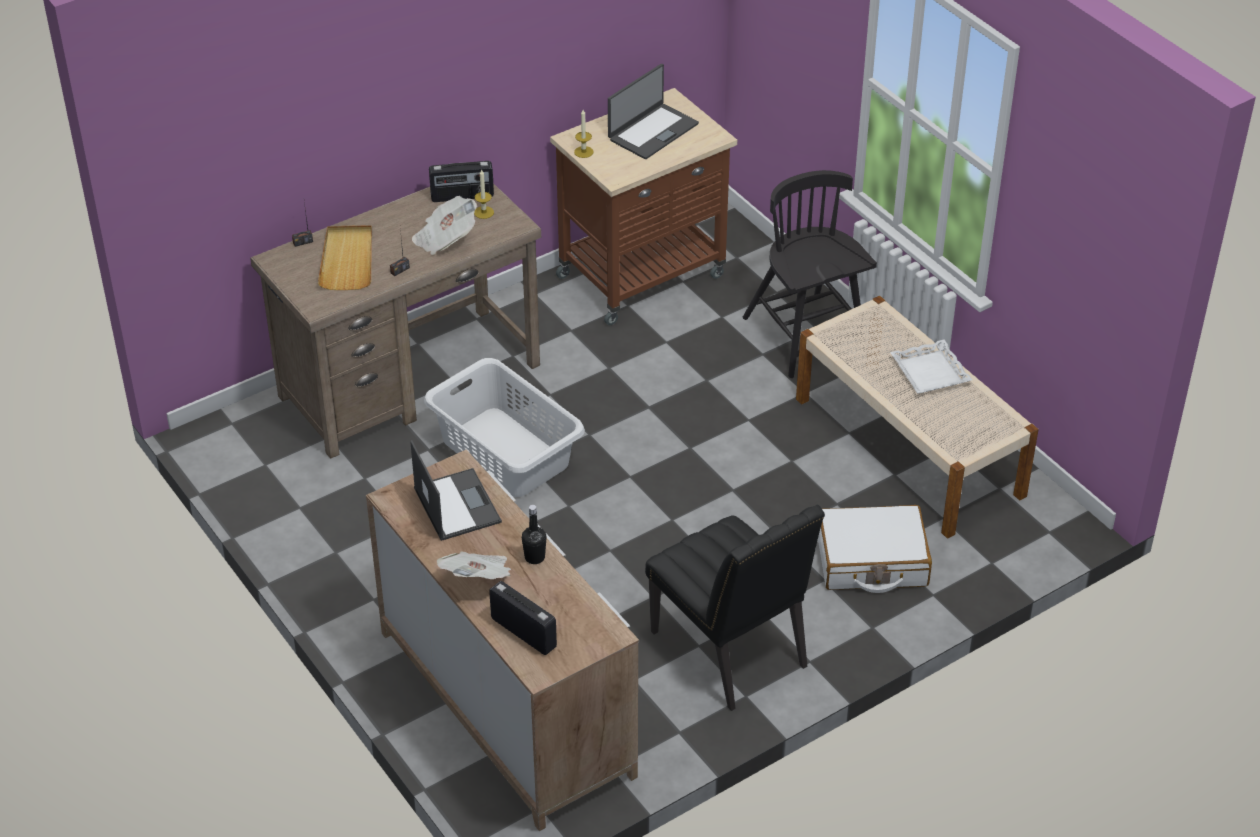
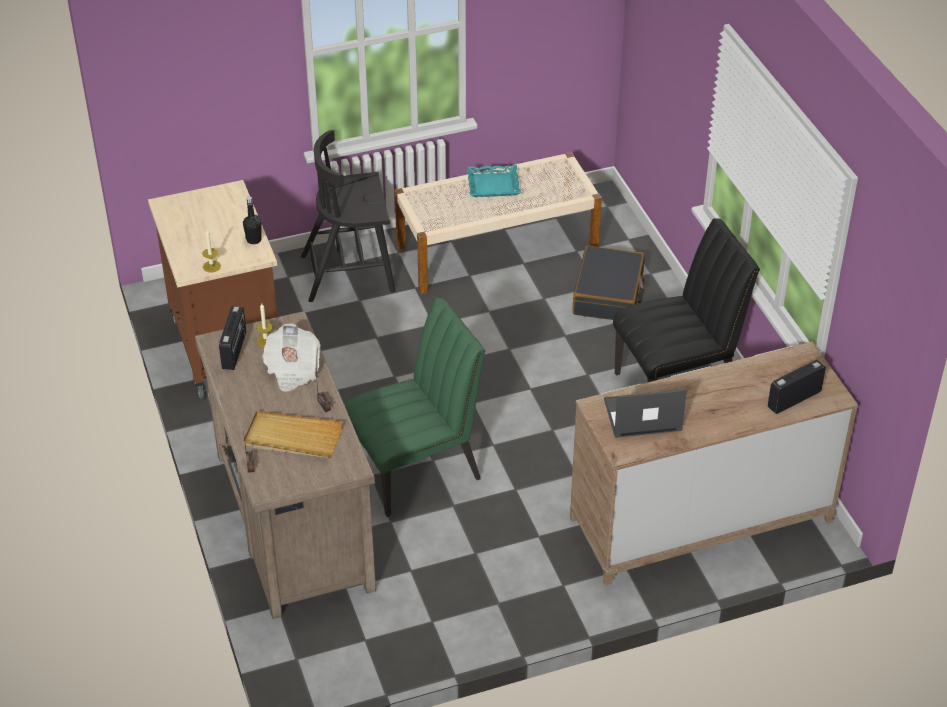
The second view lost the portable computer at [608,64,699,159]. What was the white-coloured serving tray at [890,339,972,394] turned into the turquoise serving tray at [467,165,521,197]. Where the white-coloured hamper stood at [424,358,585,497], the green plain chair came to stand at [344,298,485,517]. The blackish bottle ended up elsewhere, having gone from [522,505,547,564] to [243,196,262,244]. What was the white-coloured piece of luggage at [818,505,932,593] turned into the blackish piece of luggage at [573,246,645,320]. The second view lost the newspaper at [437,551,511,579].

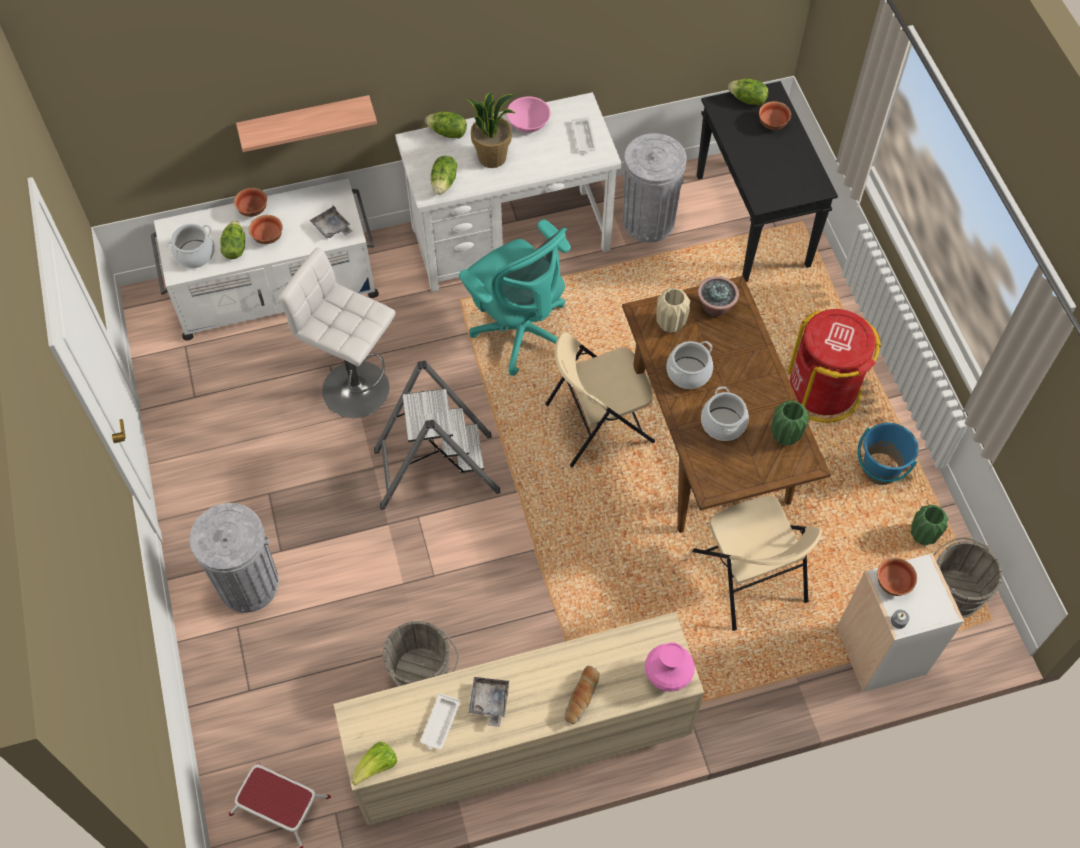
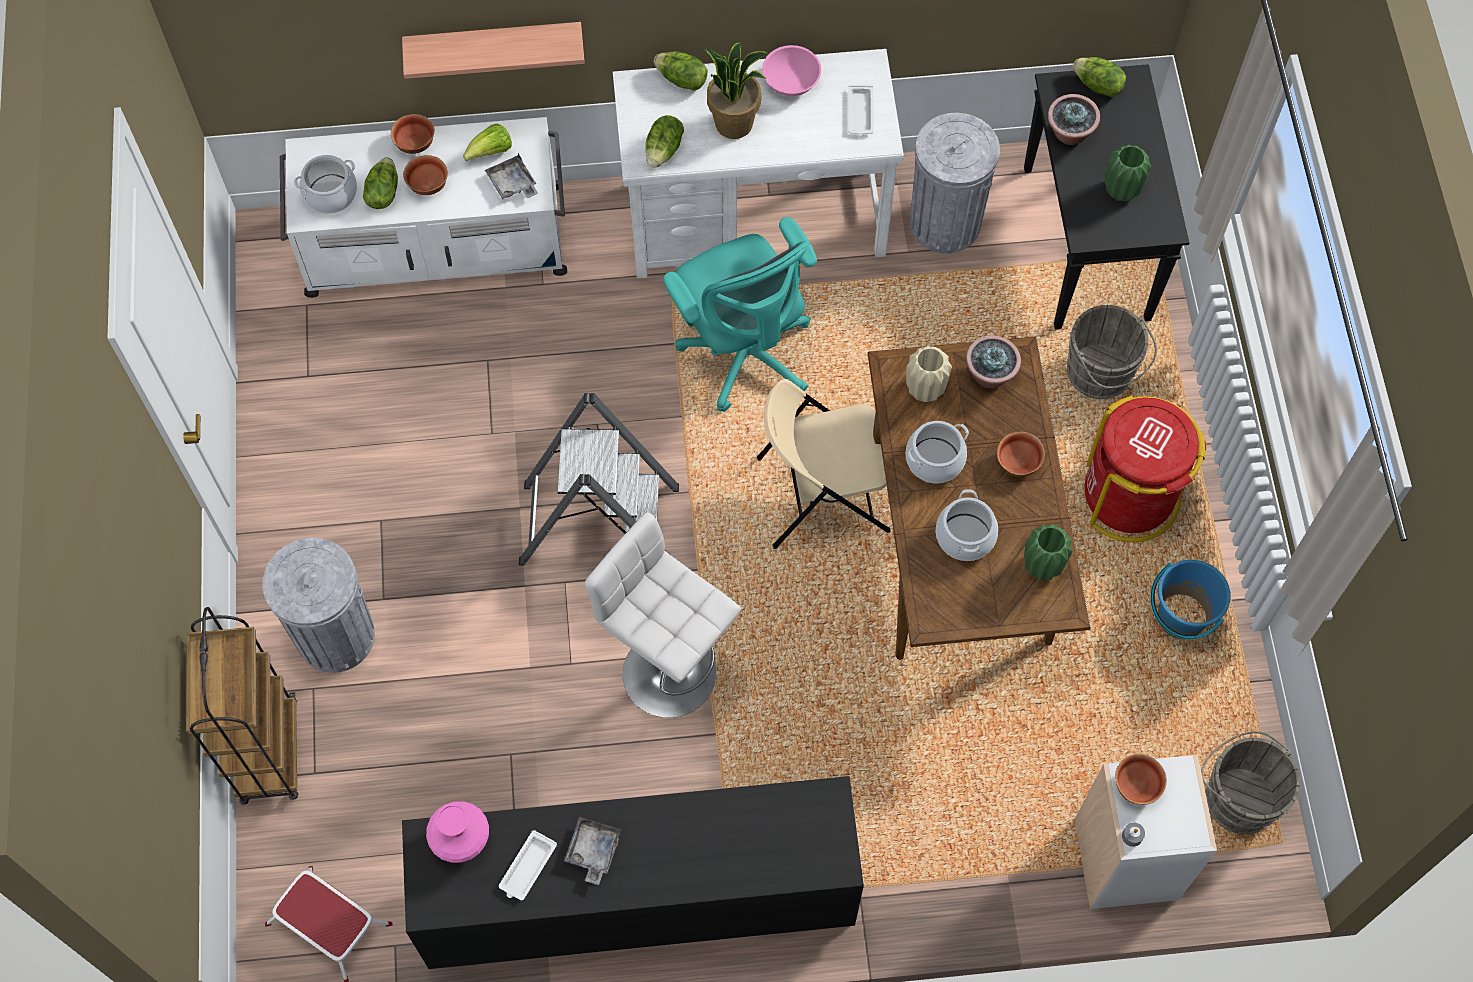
The serving bowl ended up elsewhere, having gone from [759,101,791,130] to [997,432,1045,477]. The white-coloured stool ended up elsewhere, having gone from [279,248,395,418] to [585,512,741,718]. The second view lost the beige-coloured plain chair at [693,496,822,631]. The green vase ended up elsewhere, having gone from [911,505,949,545] to [1105,145,1151,202]. What was the beige-coloured dresser at [334,612,704,826] turned into the blackish dresser at [402,776,864,969]. The grey bucket ended up elsewhere, having gone from [383,621,459,687] to [1067,305,1157,399]. The pinkish vase ended up elsewhere, having gone from [645,642,695,692] to [426,801,489,863]. The second view lost the bread at [565,666,600,725]. The lettuce ended up elsewhere, having gone from [352,742,397,786] to [463,123,512,161]. The second view gained the potted plant at [1048,94,1100,145]. The second view gained the brownish cart at [186,607,299,805].

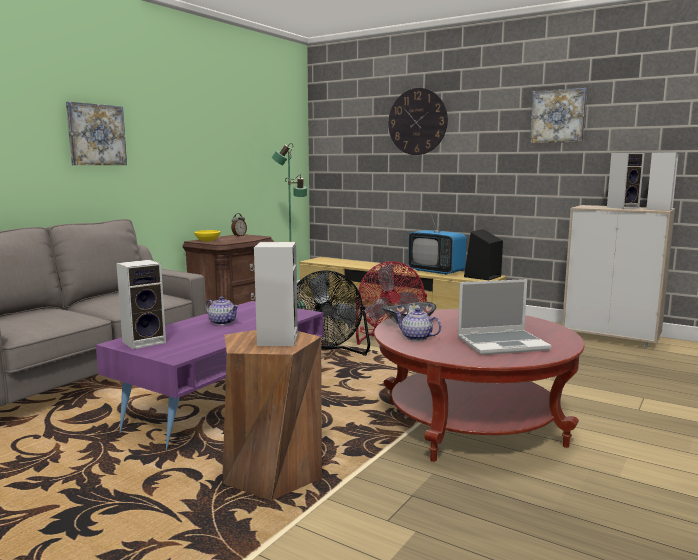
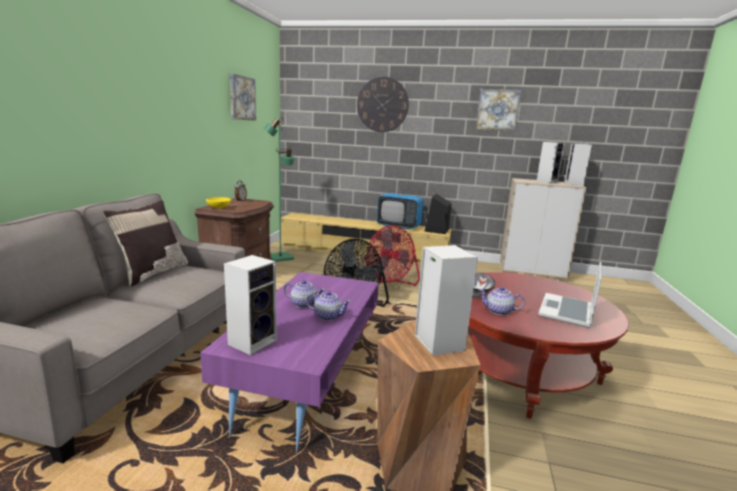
The wall art ended up elsewhere, having gone from [66,102,127,165] to [230,74,256,121]. The portable computer at [457,279,552,355] ended up facing another way, 150 degrees clockwise from before. The second view gained the cushion at [103,200,188,287]. The second view gained the tea pot at [306,291,351,321].

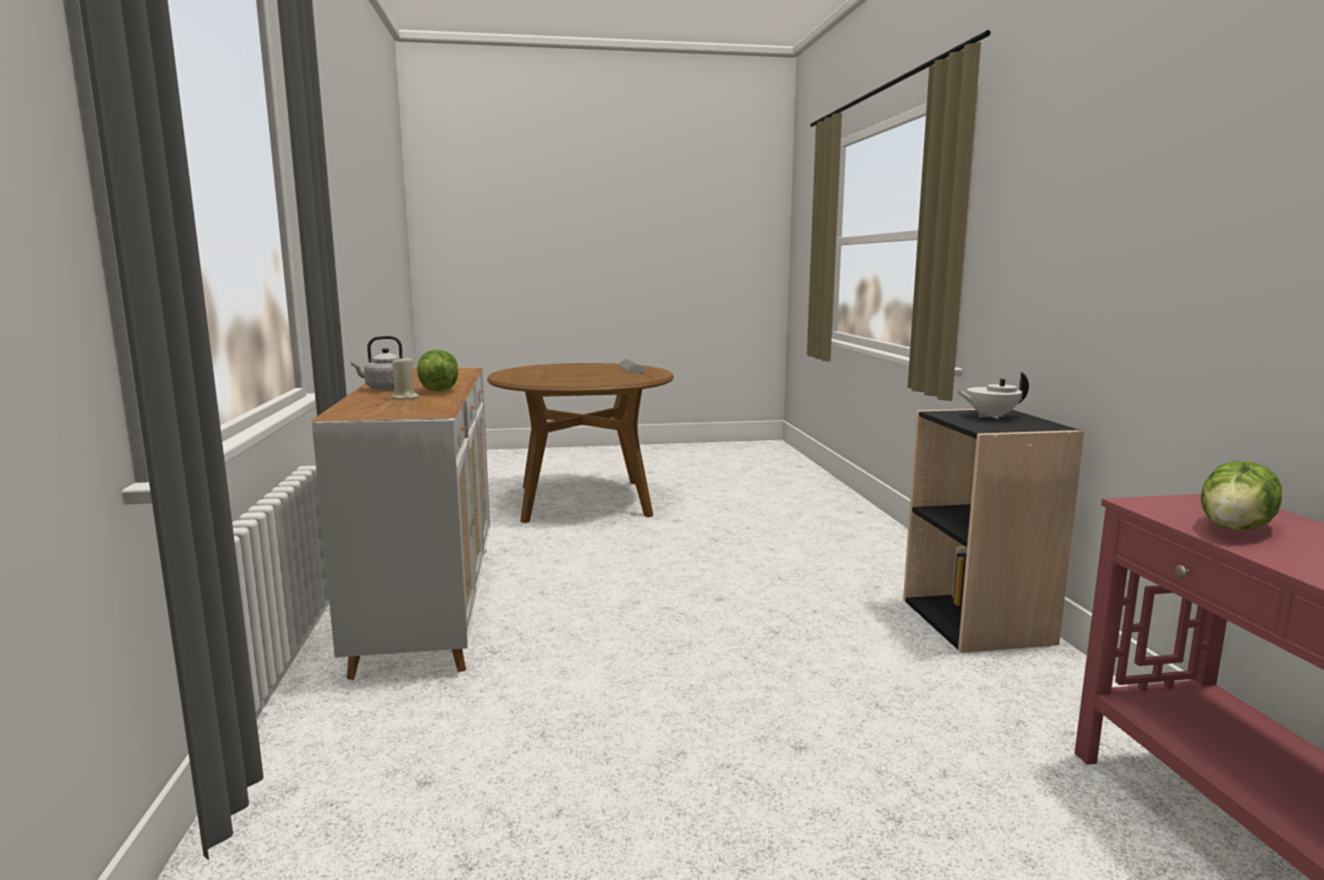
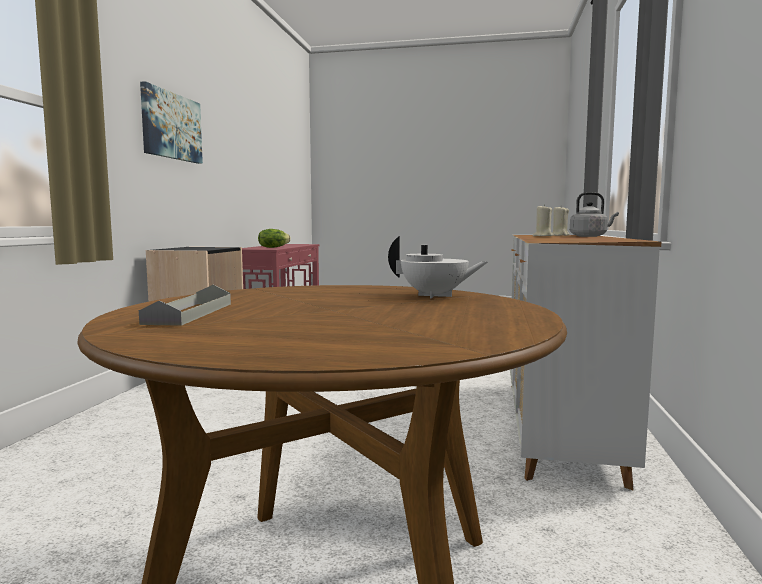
Where the lettuce stood at [417,349,458,391], the beige-coloured wax light came to stand at [533,204,553,236]. The white-coloured tea pot ended up elsewhere, having gone from [956,372,1029,419] to [388,236,488,299]. The second view gained the wall art at [140,81,203,164].

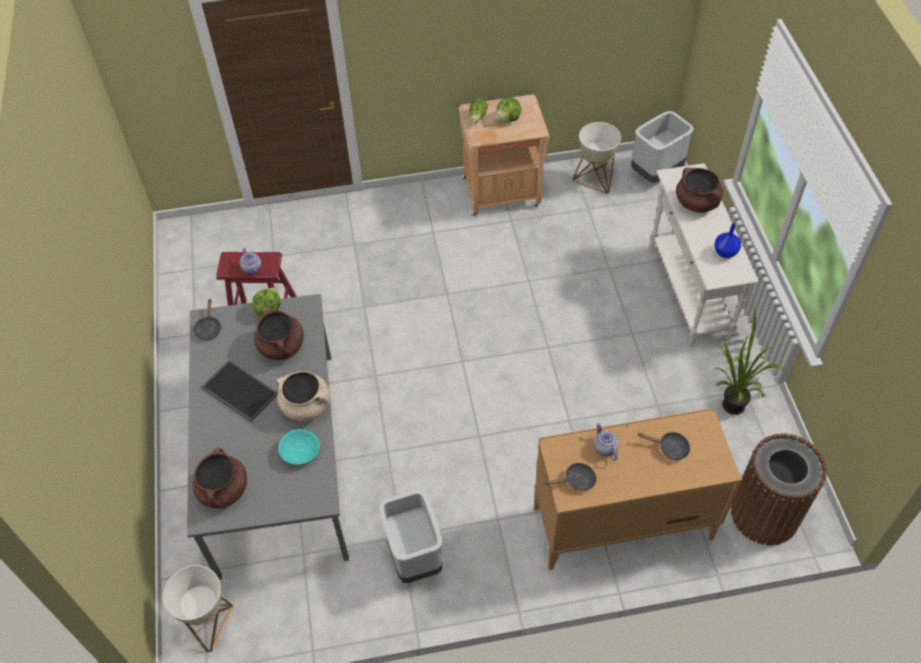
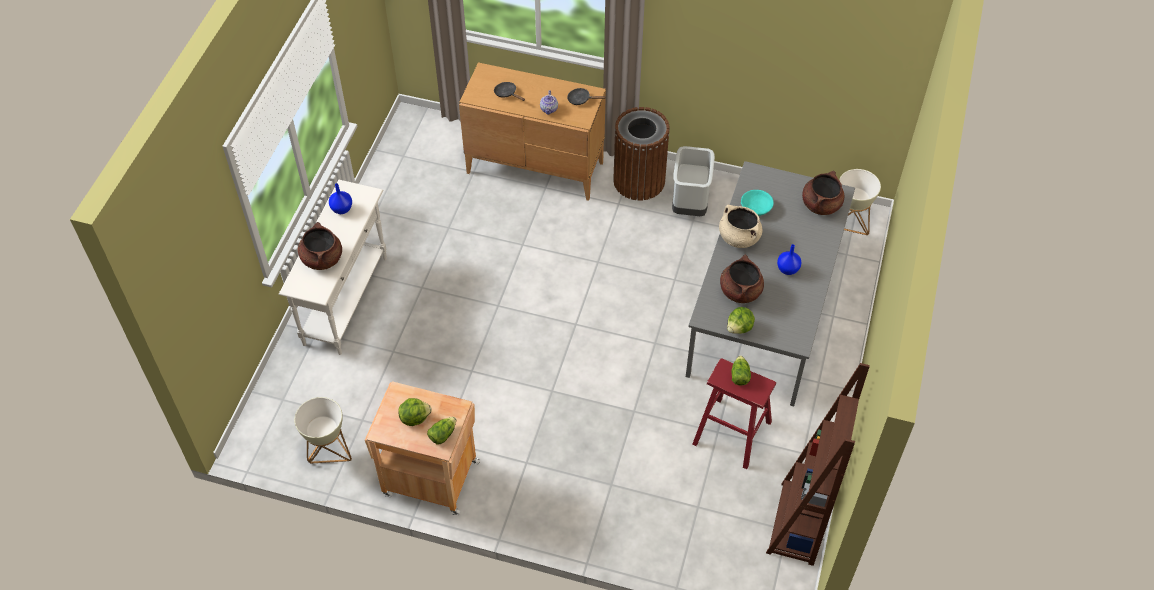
The second view lost the grey waste bin at [631,111,694,183]. Where the tea pot stood at [240,248,261,274], the lettuce came to stand at [731,355,751,385]. The second view lost the blackish frying pan at [193,299,221,341]. The second view lost the potted plant at [715,306,786,415]. Where the serving tray stood at [201,360,278,422], the blue-coloured vase came to stand at [777,244,802,275]. The brownish waste bin ended up elsewhere, having gone from [731,433,827,545] to [613,107,670,201]. The second view gained the brownish bookshelf at [766,363,870,566].

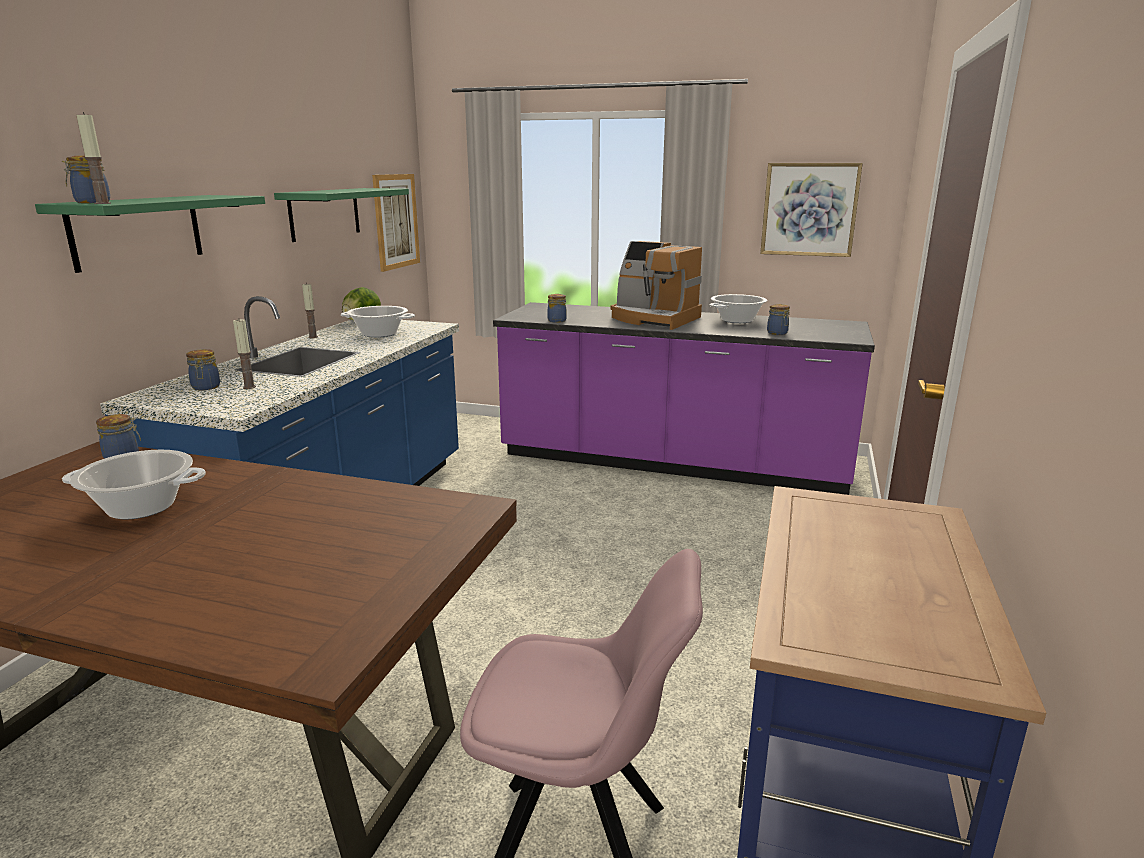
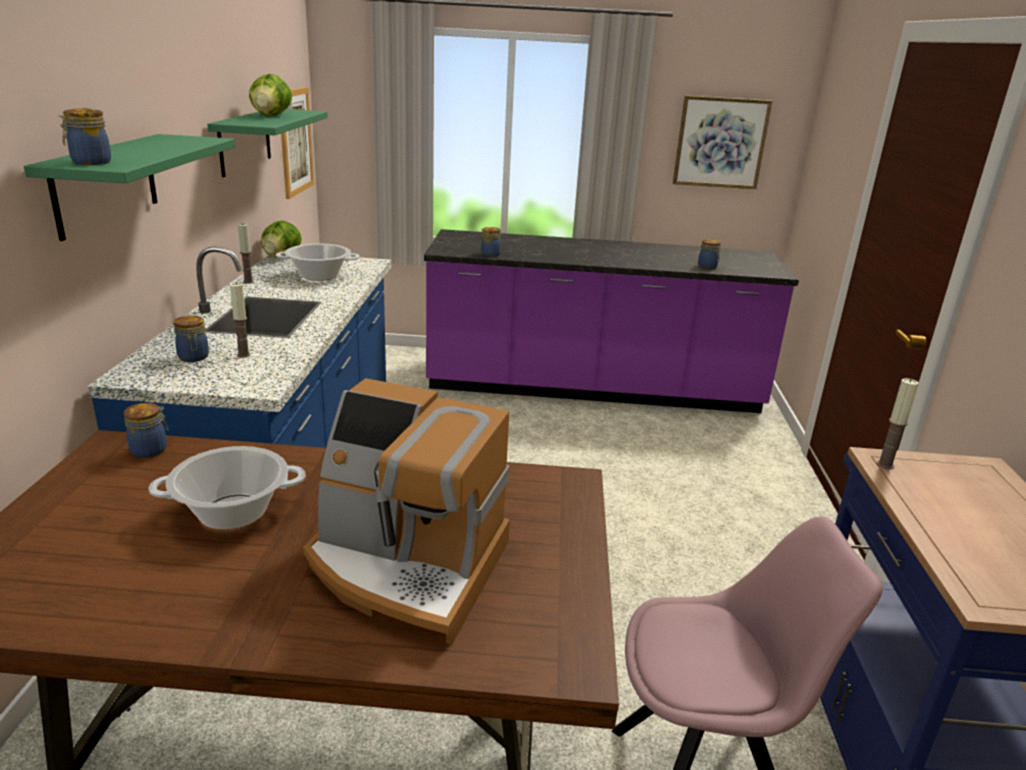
The wax light ended up elsewhere, having gone from [76,112,111,204] to [877,378,919,469]. The coffee machine ended up elsewhere, having gone from [610,241,702,330] to [303,378,510,645]. The second view lost the stockpot at [710,294,767,323]. The second view gained the lettuce at [249,74,292,116].

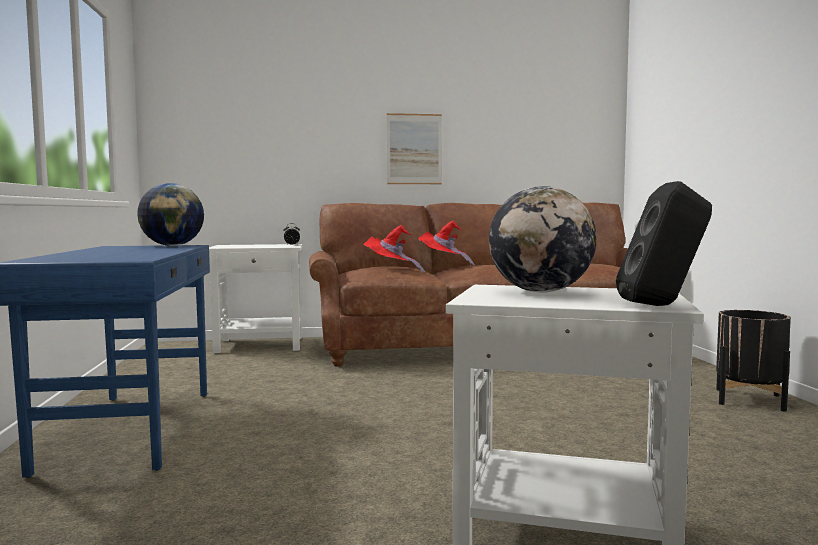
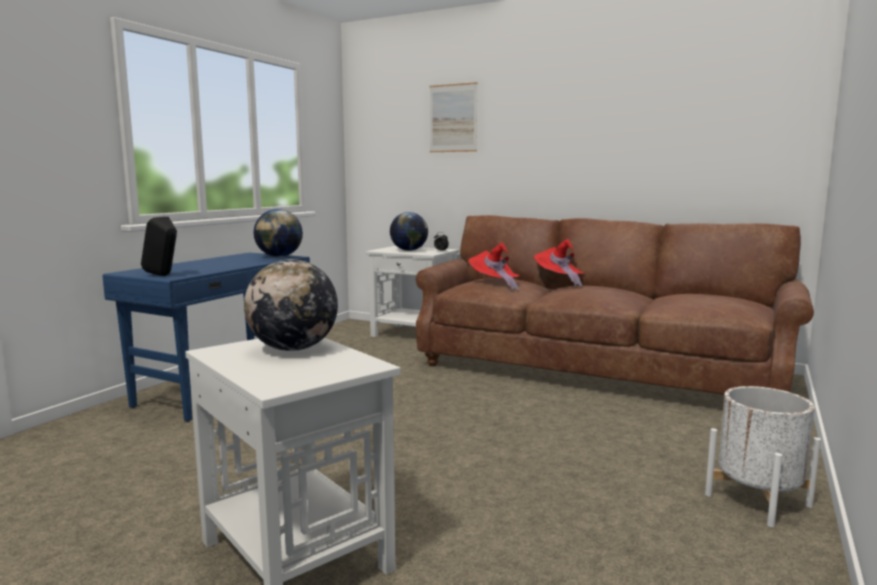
The wall art ended up elsewhere, having gone from [387,113,442,184] to [430,82,478,152]. The blackish speaker ended up elsewhere, having gone from [616,181,712,306] to [141,217,177,276]. What was the blackish plant pot at [716,310,791,412] turned into the white-coloured plant pot at [705,386,821,527]. The second view gained the globe at [390,212,428,251].

